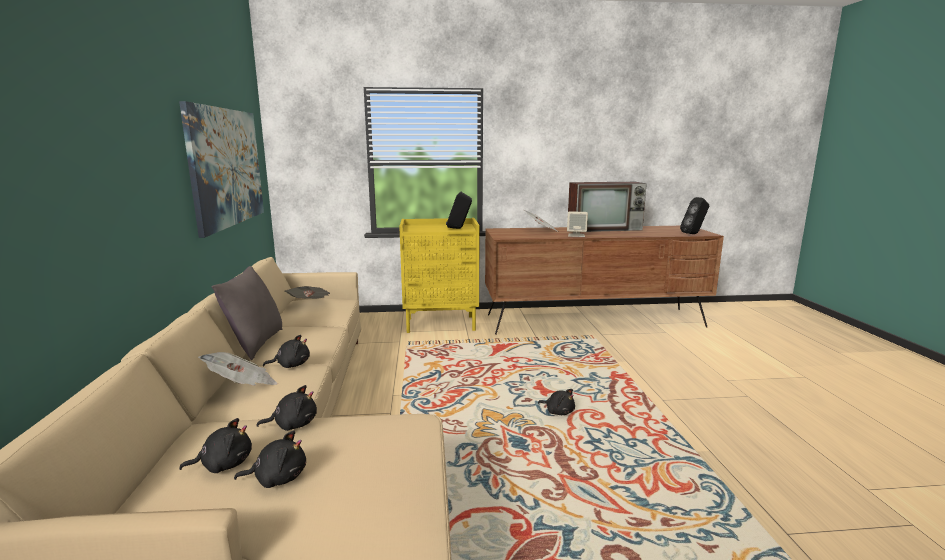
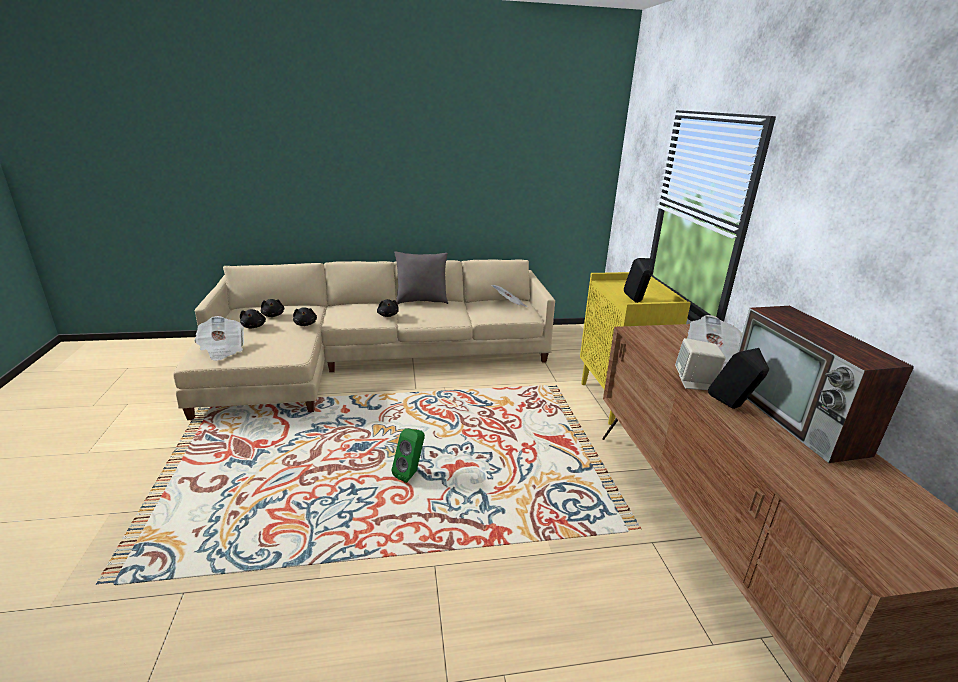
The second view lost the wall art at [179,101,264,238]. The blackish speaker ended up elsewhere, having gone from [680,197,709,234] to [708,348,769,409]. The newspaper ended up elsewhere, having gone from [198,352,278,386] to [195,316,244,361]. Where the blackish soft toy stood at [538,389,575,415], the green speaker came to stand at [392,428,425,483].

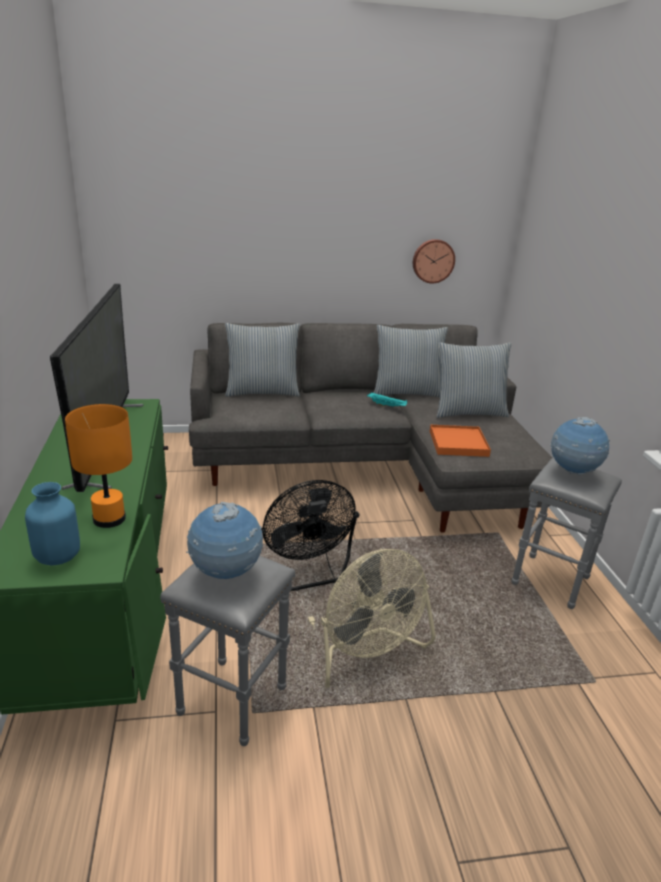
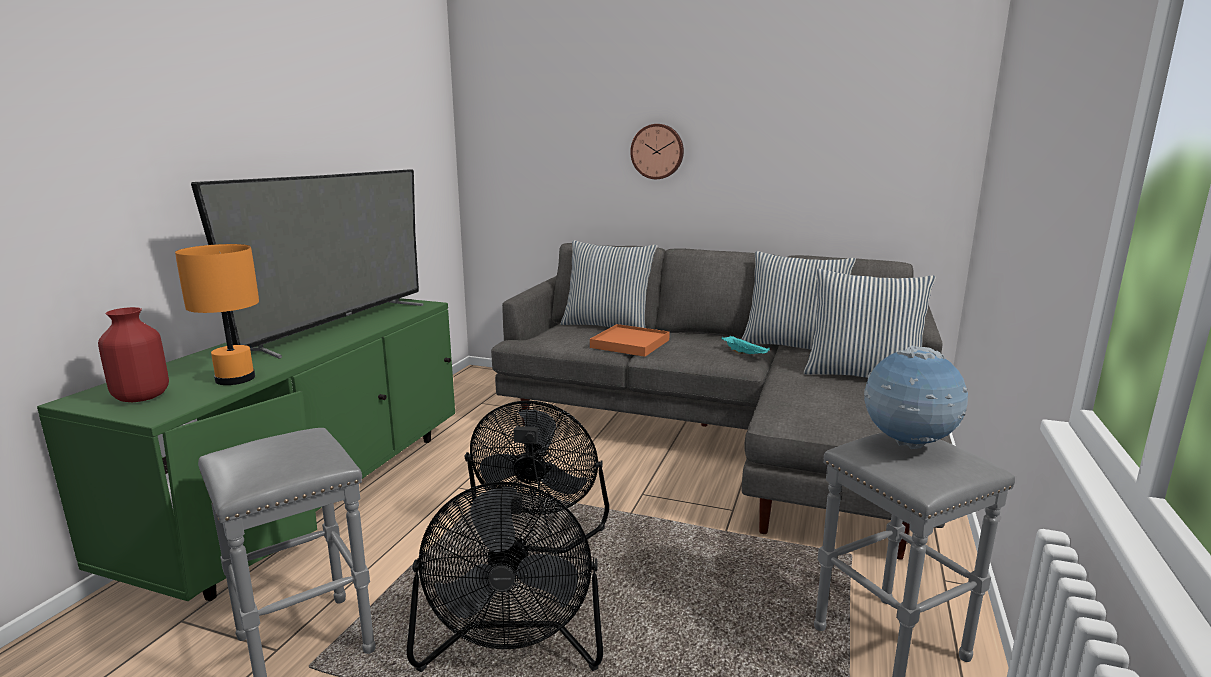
The wall clock ended up elsewhere, having gone from [413,239,455,284] to [630,124,684,179]. The orange serving tray ended up elsewhere, having gone from [430,425,491,457] to [590,324,670,357]. What was the blue-coloured vase at [25,482,80,566] turned into the red vase at [98,307,169,402]. The second view lost the globe at [186,502,263,579]. What was the beige-coloured cooling fan at [308,548,436,688] turned into the blackish cooling fan at [407,482,603,672].

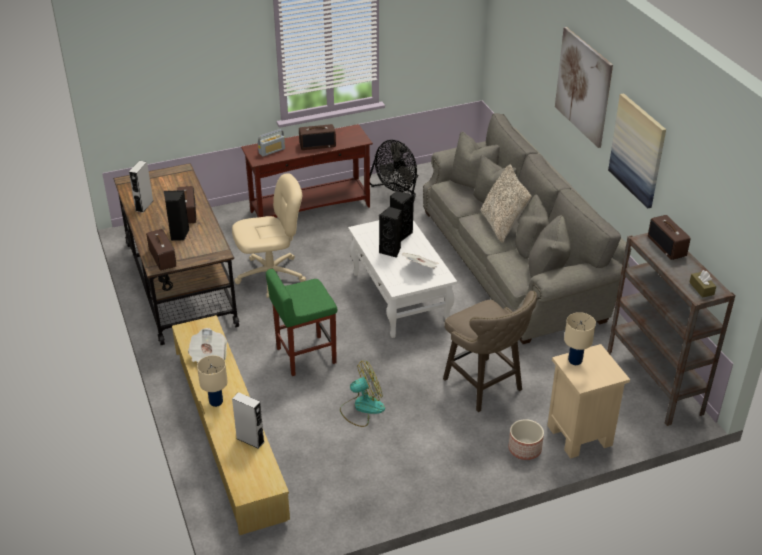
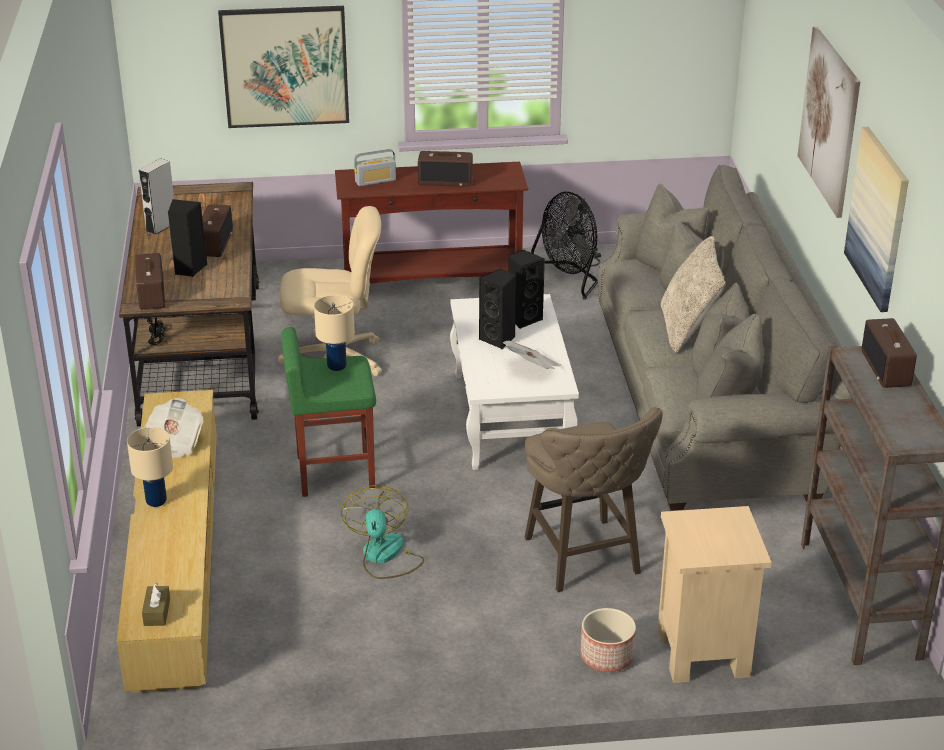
The brownish tissue box ended up elsewhere, having gone from [689,270,716,298] to [142,583,170,626]. The beige-coloured tabletop lamp ended up elsewhere, having gone from [564,312,596,365] to [314,295,355,371]. The cooling fan at [340,361,385,427] ended up facing another way, 90 degrees counterclockwise from before. The second view lost the grey speaker at [232,392,264,449]. The second view gained the wall art at [218,6,349,128].

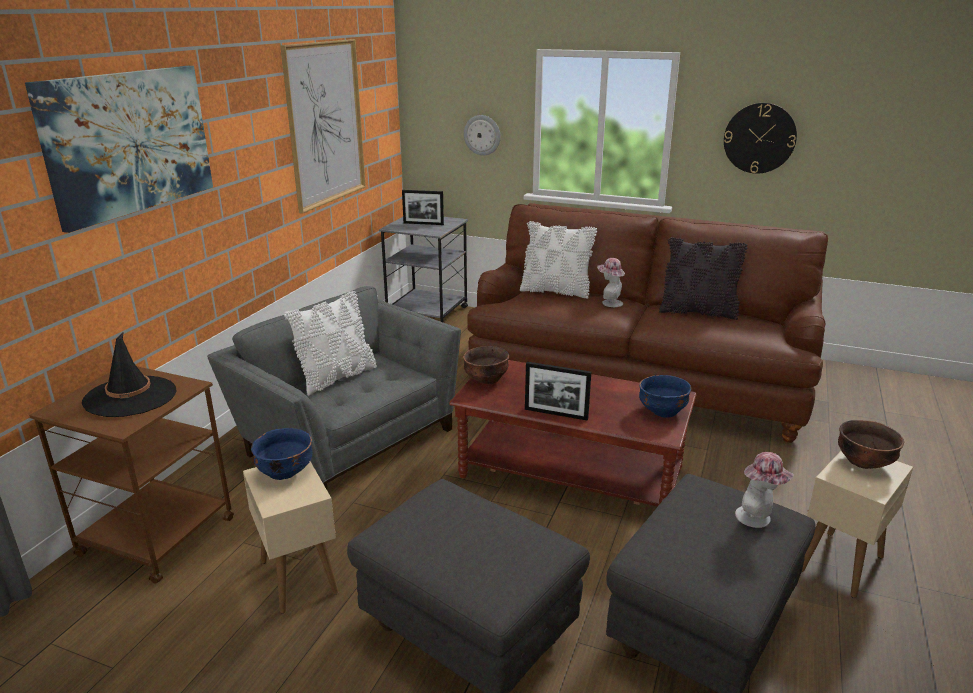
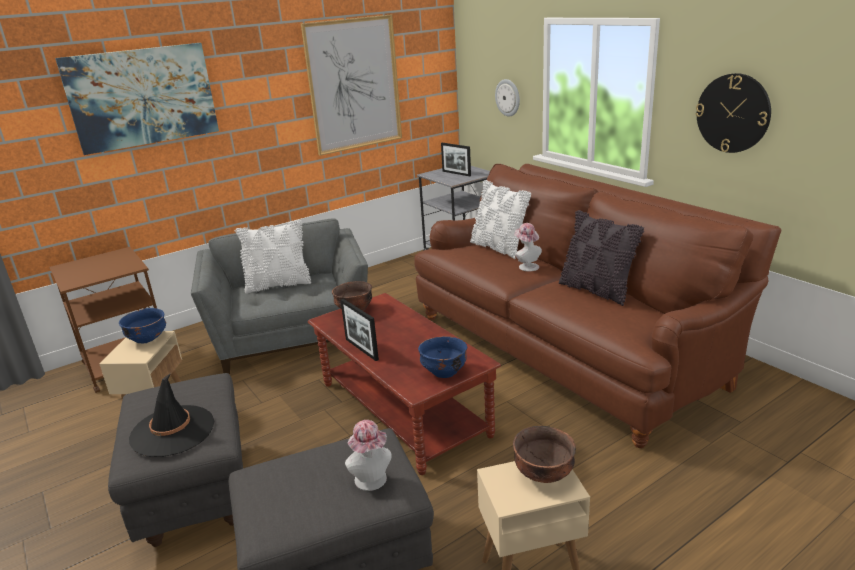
The blackish hat ended up elsewhere, having gone from [82,332,177,417] to [129,373,214,457].

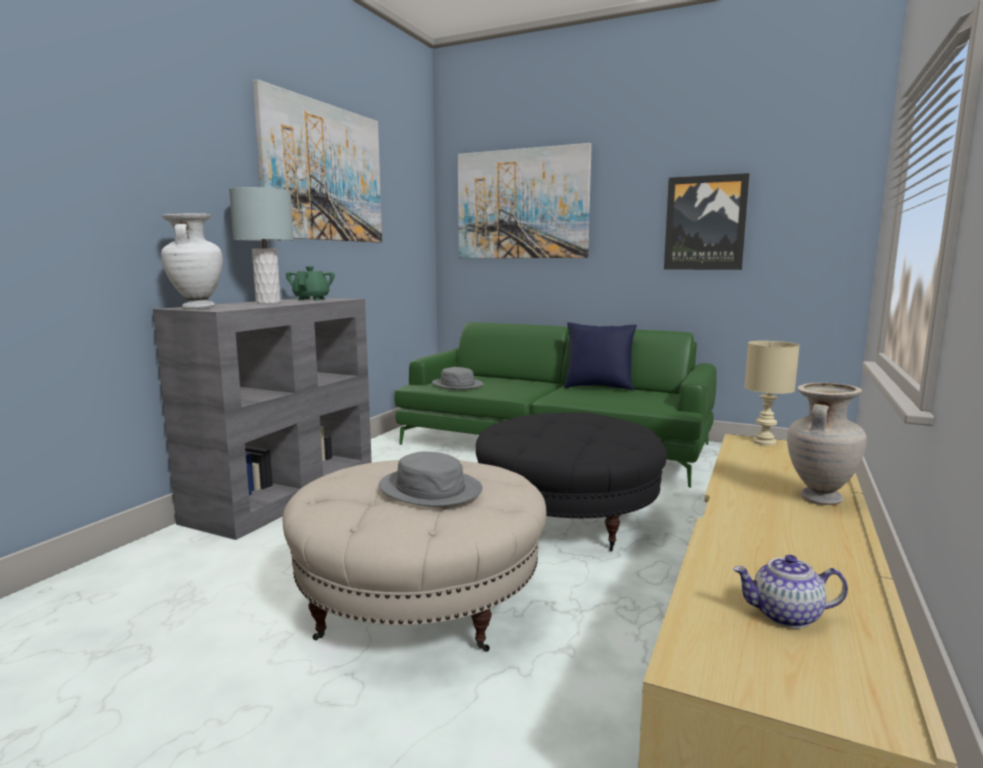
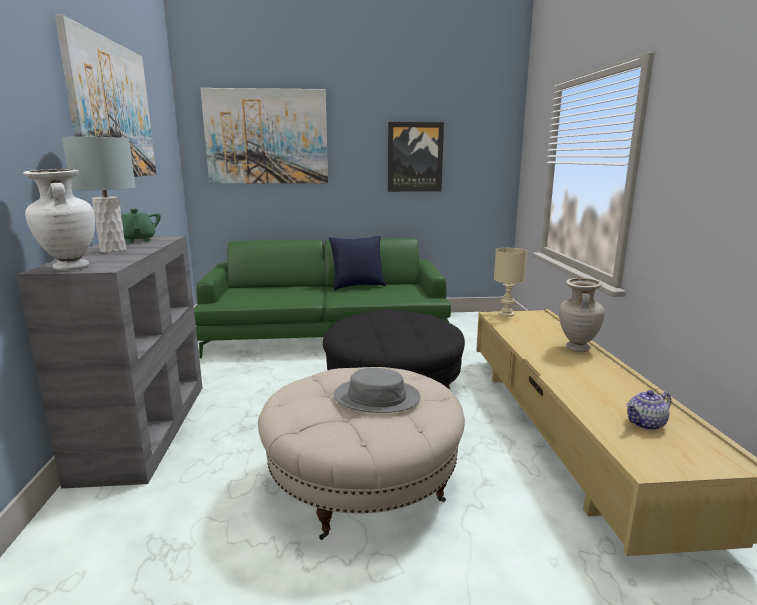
The second view lost the grey hat at [432,367,483,390].

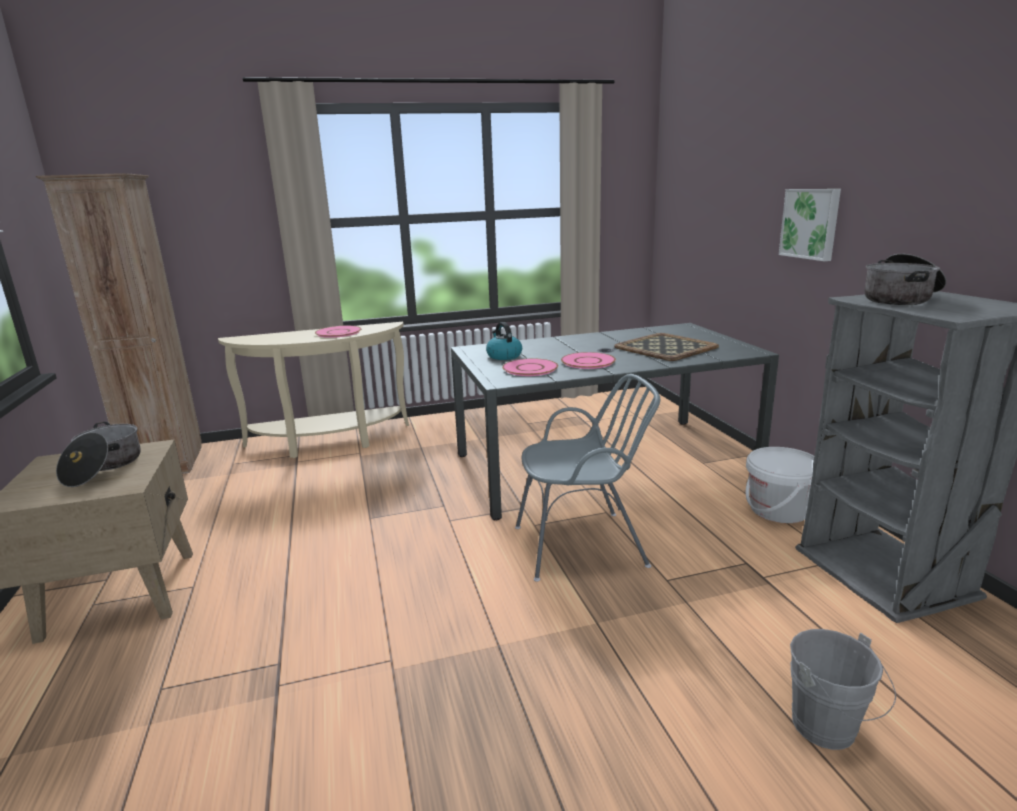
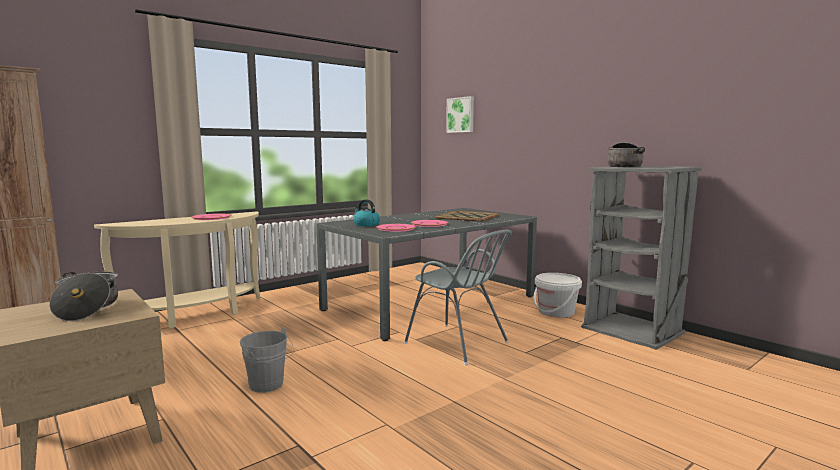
The wall art ended up elsewhere, having gone from [779,189,841,261] to [446,96,474,133]. The grey plain chair at [515,374,660,582] ended up facing another way, 75 degrees clockwise from before. The grey bucket ended up elsewhere, having gone from [790,629,896,750] to [240,327,294,393].

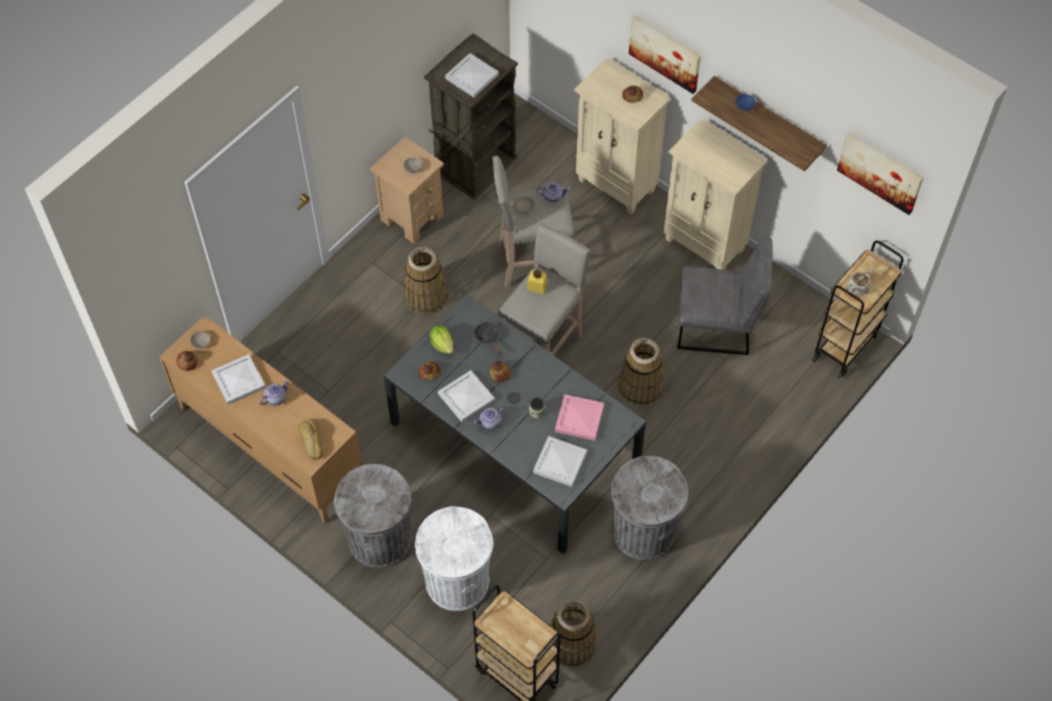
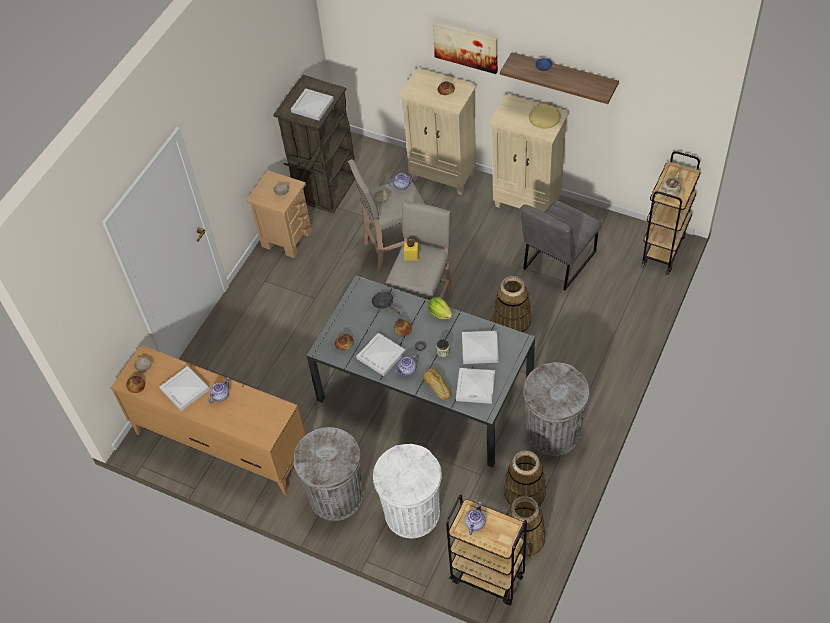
The second view lost the wall art at [837,132,924,215]. The grey plain chair at [677,237,773,355] ended up facing another way, 135 degrees clockwise from before. The basket ended up elsewhere, having gone from [404,247,447,314] to [504,450,546,511]. The lettuce ended up elsewhere, having gone from [430,325,453,355] to [428,297,453,319]. What was the pinkish serving tray at [555,394,604,441] turned into the white-coloured serving tray at [462,330,499,364]. The bread ended up elsewhere, having gone from [298,419,323,460] to [423,368,451,400]. The second view gained the yellowish plate at [529,104,560,129]. The second view gained the tea pot at [465,502,486,535].

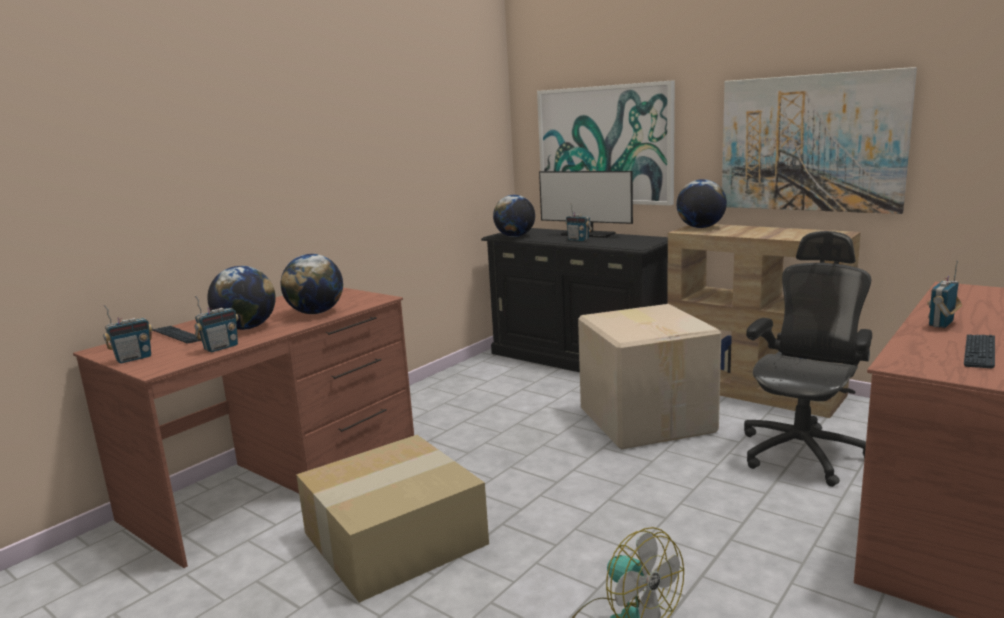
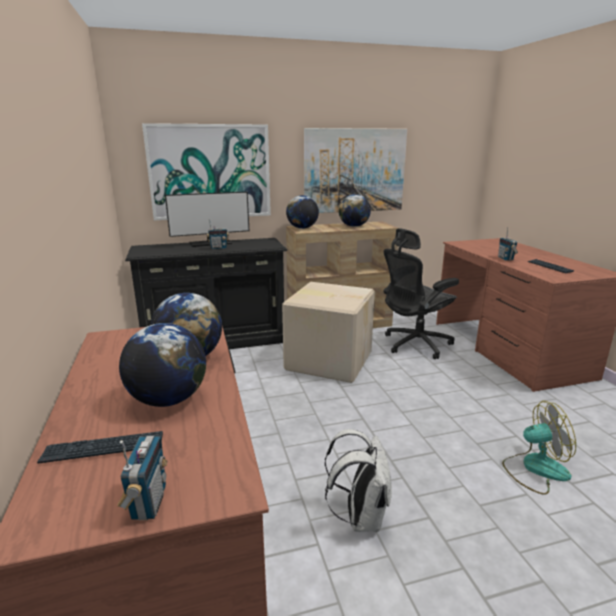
The globe ended up elsewhere, having gone from [493,195,535,237] to [339,194,371,227]. The desk chair at [744,231,872,487] ended up facing another way, 105 degrees counterclockwise from before. The second view lost the radio set at [195,295,239,352]. Where the carton stood at [296,435,489,603], the white-coloured backpack came to stand at [325,429,392,532].

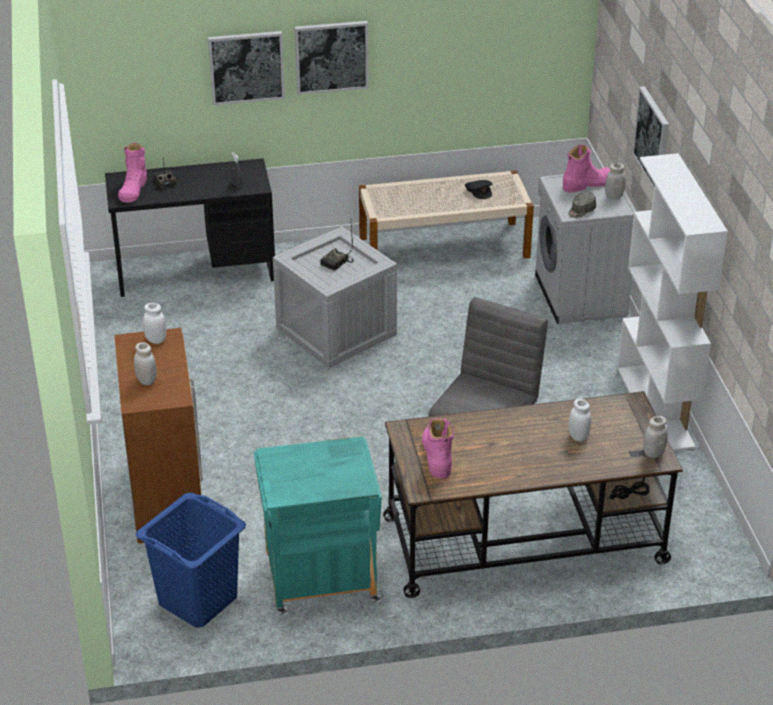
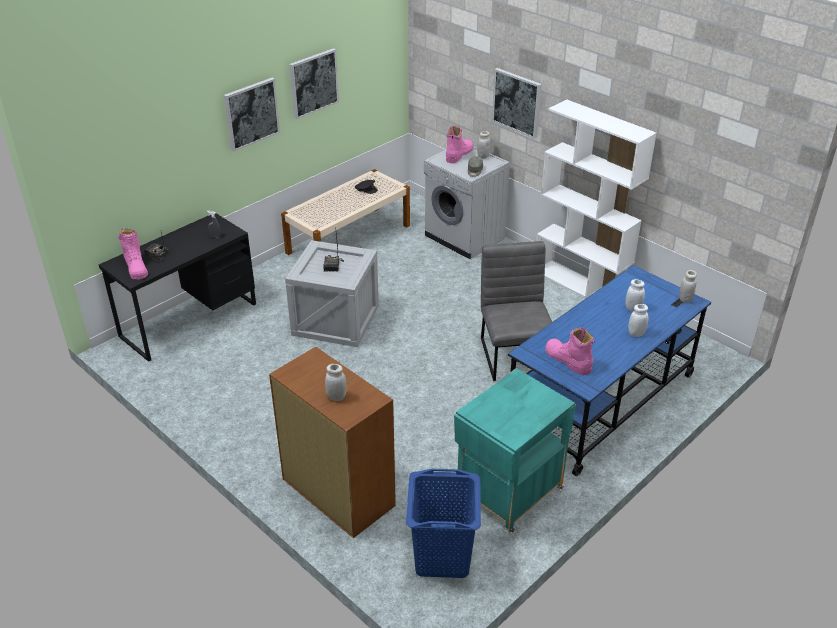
The wall art ended up elsewhere, having gone from [208,31,285,105] to [289,48,339,119]. The white-coloured preserve jar ended up elsewhere, having gone from [143,303,166,344] to [628,304,648,337]. What was the brownish desk table at [383,391,683,598] turned into the blue-coloured desk table at [508,265,711,476].

